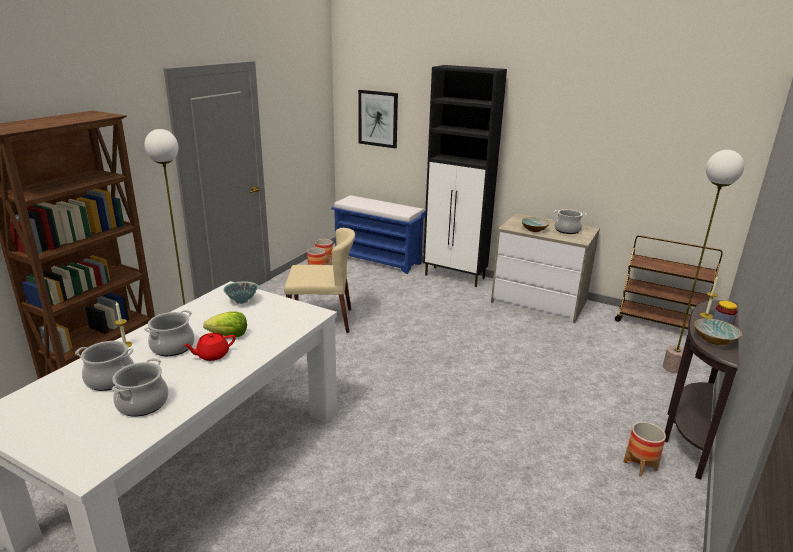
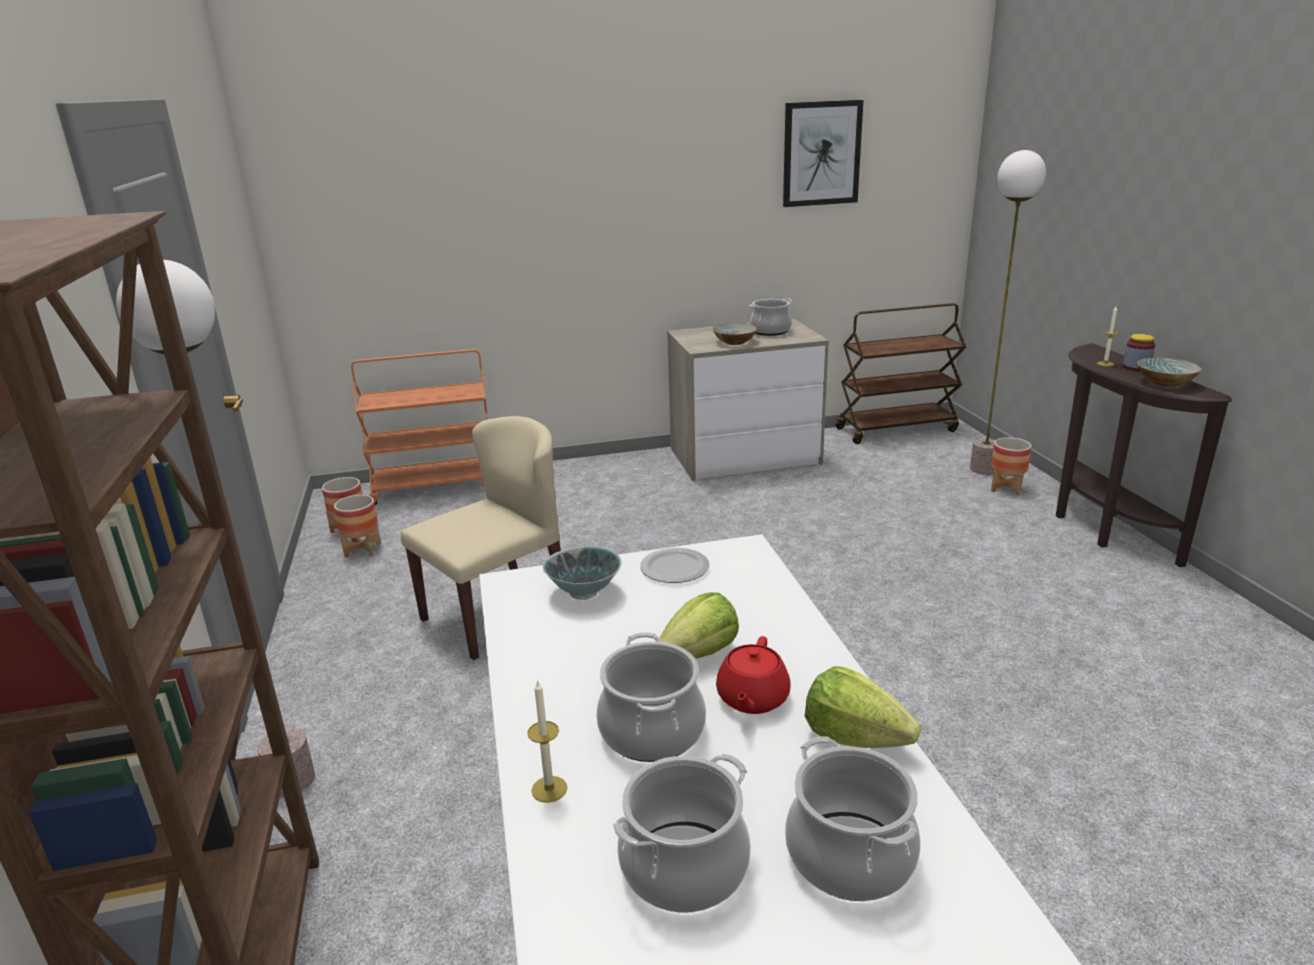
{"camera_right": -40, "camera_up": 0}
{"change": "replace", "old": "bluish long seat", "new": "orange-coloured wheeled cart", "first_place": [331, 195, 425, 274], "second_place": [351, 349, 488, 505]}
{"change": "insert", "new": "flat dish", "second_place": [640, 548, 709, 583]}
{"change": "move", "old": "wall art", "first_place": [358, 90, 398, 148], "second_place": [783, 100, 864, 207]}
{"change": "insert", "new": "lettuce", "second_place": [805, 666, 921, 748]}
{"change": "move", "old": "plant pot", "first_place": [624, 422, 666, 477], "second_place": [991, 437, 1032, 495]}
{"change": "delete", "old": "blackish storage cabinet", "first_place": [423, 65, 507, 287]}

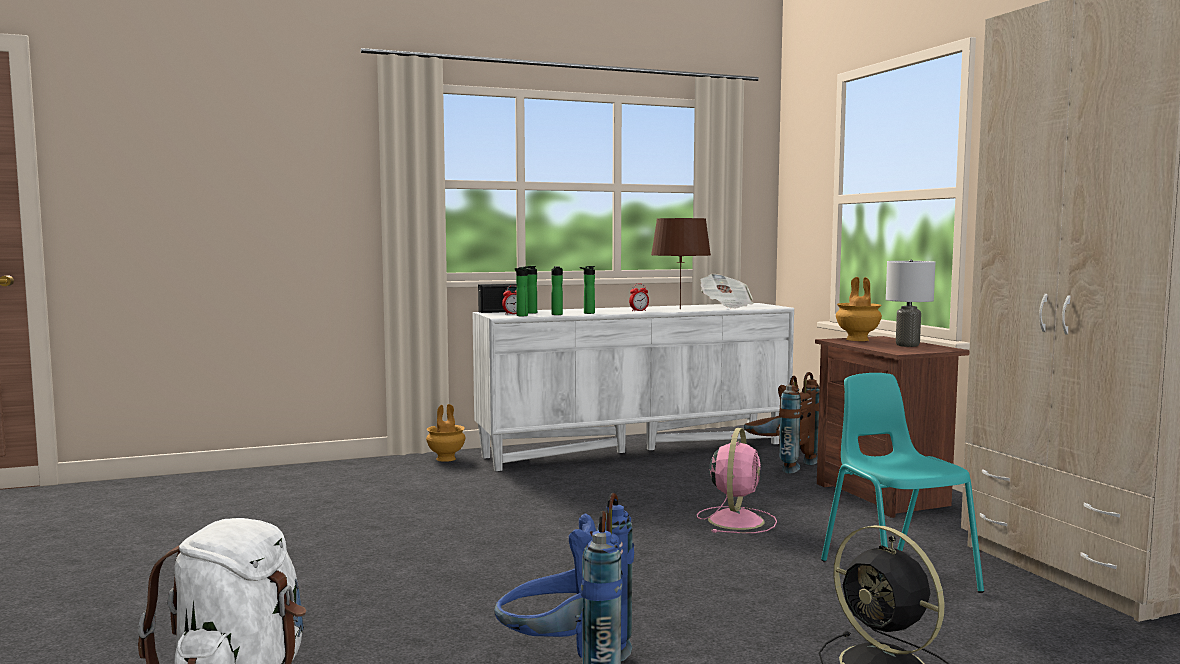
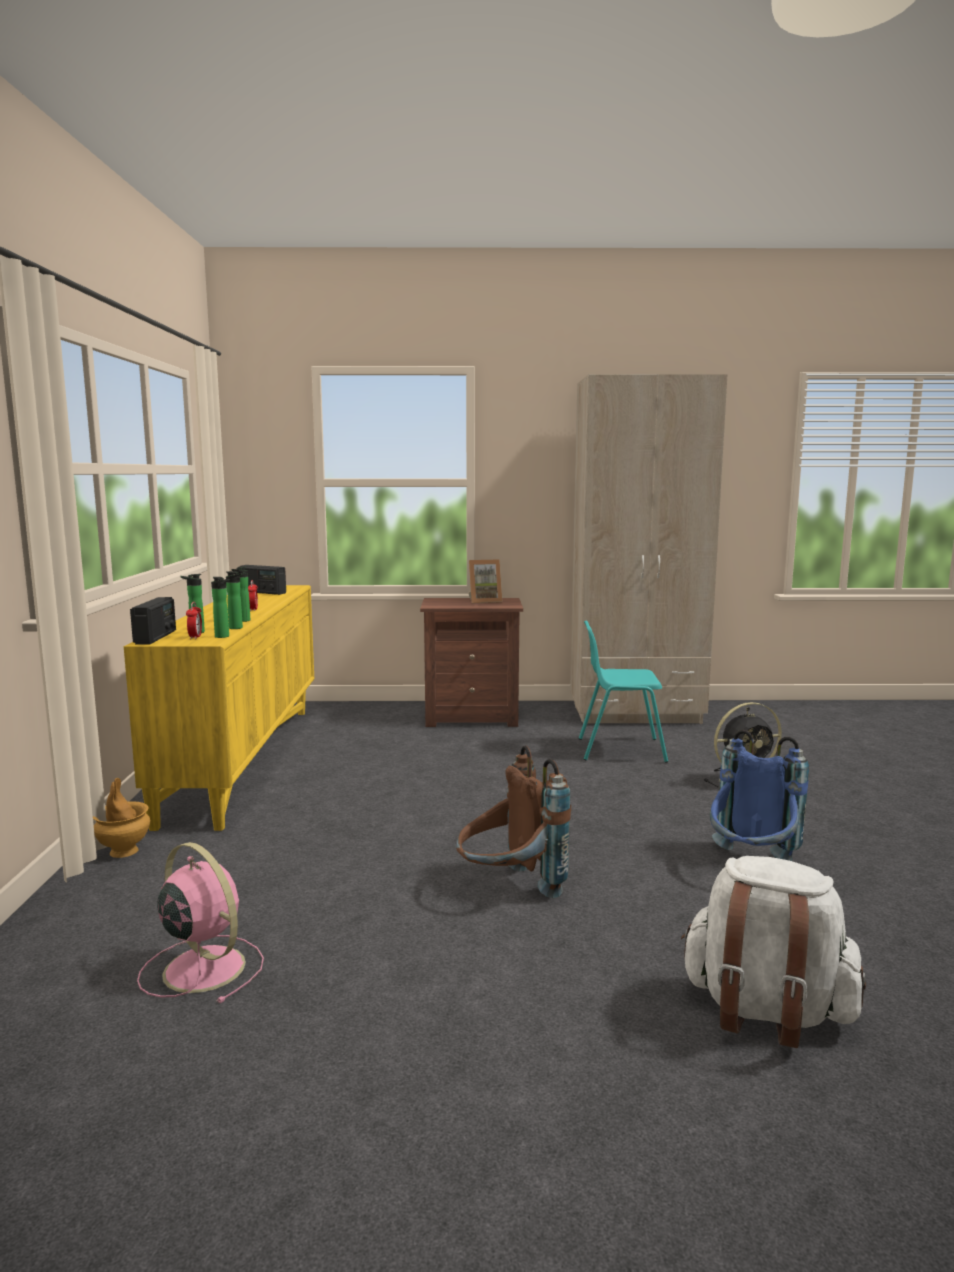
{"camera_right": -70, "camera_up": 5}
{"change": "recolor", "old": "whitish chest of drawers", "new": "yellow chest of drawers", "first_place": [473, 303, 794, 471], "second_place": [124, 585, 314, 831]}
{"change": "move", "old": "pink fan", "first_place": [697, 428, 777, 533], "second_place": [137, 842, 264, 1003]}
{"change": "replace", "old": "printed paper", "new": "radio receiver", "first_place": [701, 274, 754, 309], "second_place": [241, 565, 286, 595]}
{"change": "move", "old": "brown backpack", "first_place": [744, 372, 820, 474], "second_place": [456, 745, 571, 898]}
{"change": "replace", "old": "whitish table lamp", "new": "picture frame", "first_place": [886, 260, 935, 347], "second_place": [468, 559, 503, 603]}
{"change": "delete", "old": "brown table lamp", "first_place": [651, 218, 711, 309]}
{"change": "delete", "old": "brown vase", "first_place": [836, 277, 882, 341]}

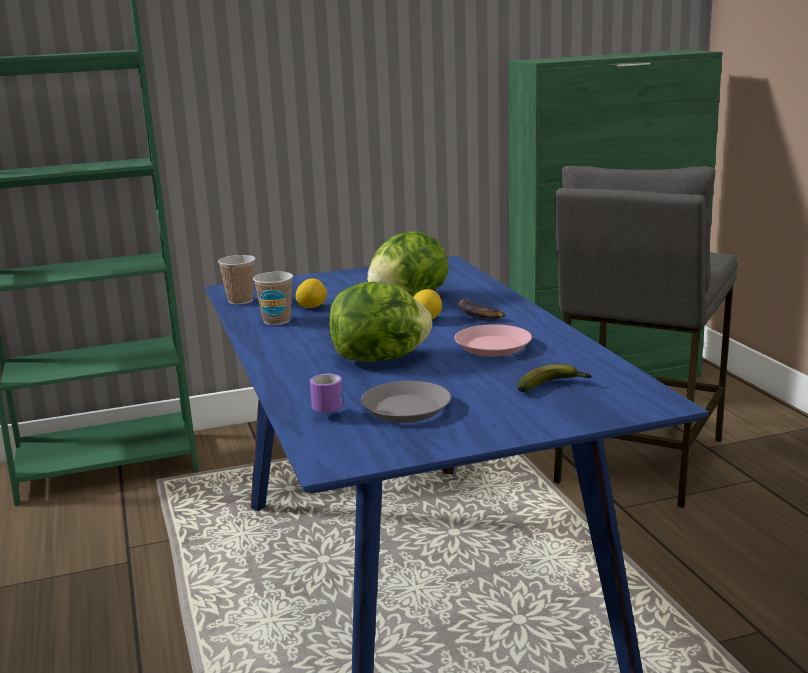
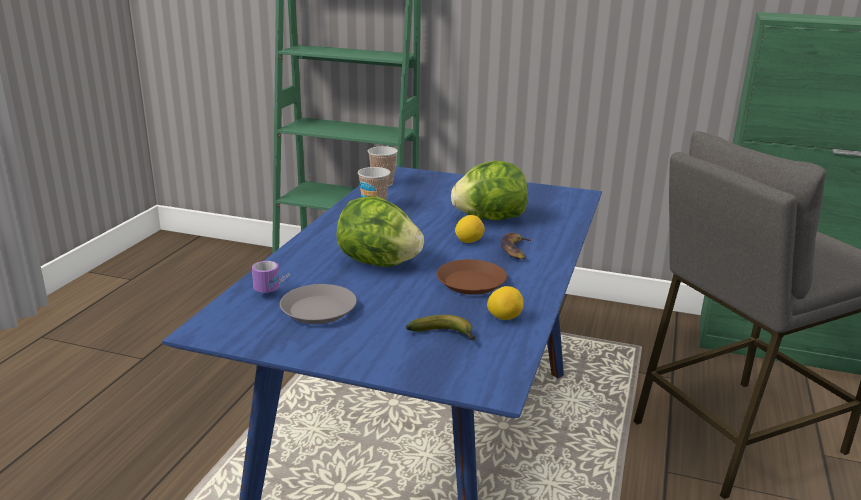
{"camera_right": 35, "camera_up": 5}
{"change": "recolor", "old": "pink flat dish", "new": "brown flat dish", "first_place": [454, 324, 532, 356], "second_place": [436, 259, 507, 295]}
{"change": "move", "old": "whole lemon", "first_place": [296, 278, 327, 308], "second_place": [487, 286, 524, 320]}

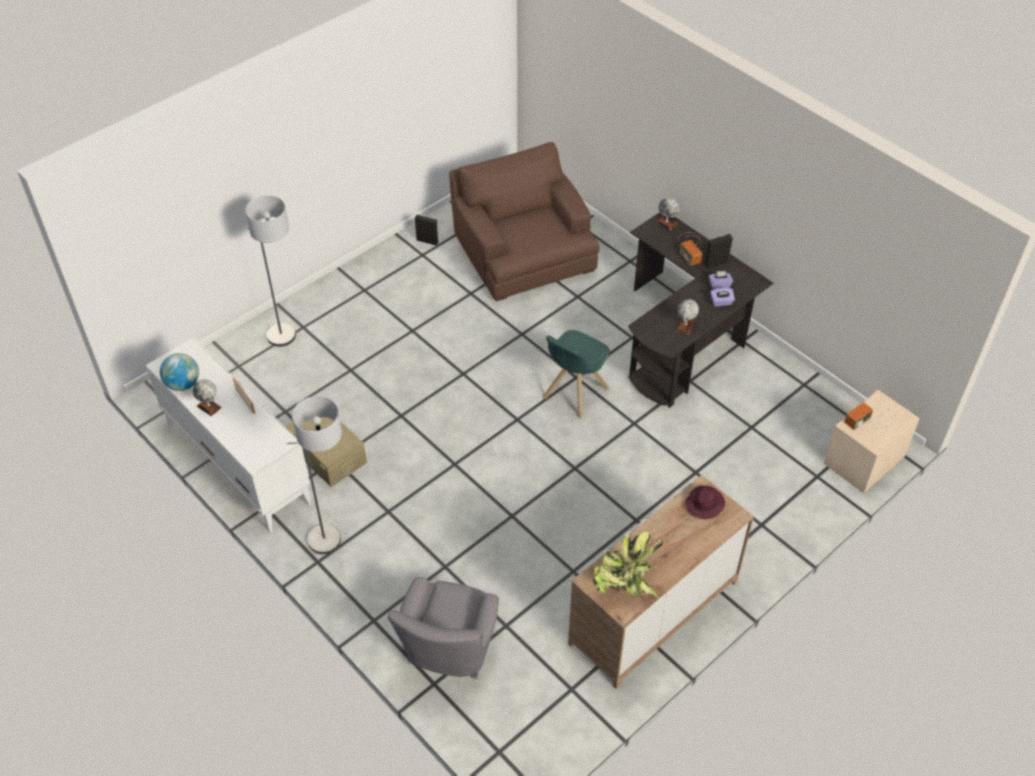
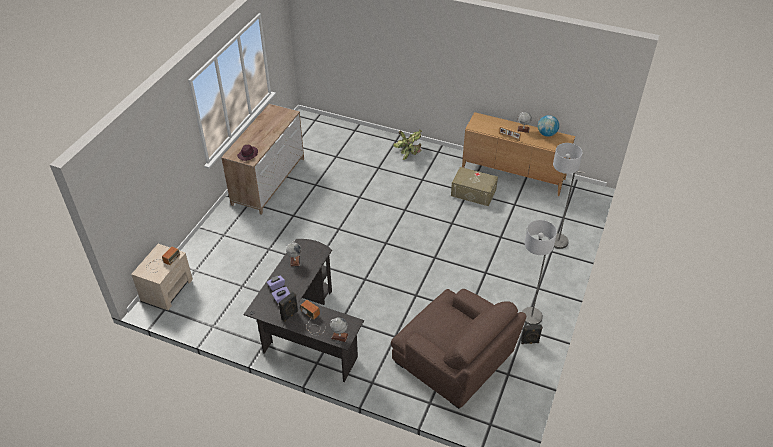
{"camera_right": 155, "camera_up": -5}
{"change": "move", "old": "plant in a pot", "first_place": [593, 531, 663, 598], "second_place": [393, 129, 422, 160]}
{"change": "recolor", "old": "whitish chest of drawers", "new": "brown chest of drawers", "first_place": [145, 338, 312, 533], "second_place": [462, 112, 575, 196]}
{"change": "move", "old": "grey standing lamp", "first_place": [287, 396, 342, 554], "second_place": [522, 220, 557, 325]}
{"change": "delete", "old": "grey lounge chair", "first_place": [388, 577, 499, 679]}
{"change": "delete", "old": "turquoise plain chair", "first_place": [543, 330, 610, 418]}

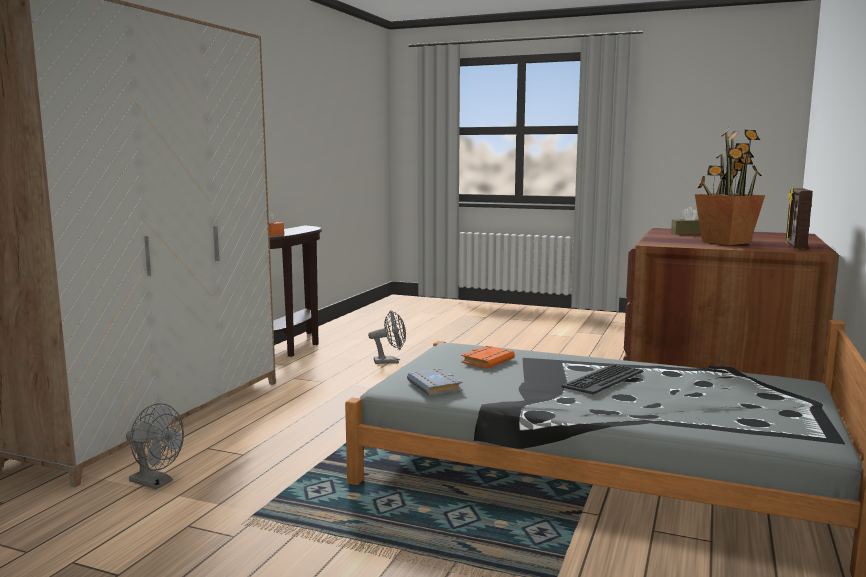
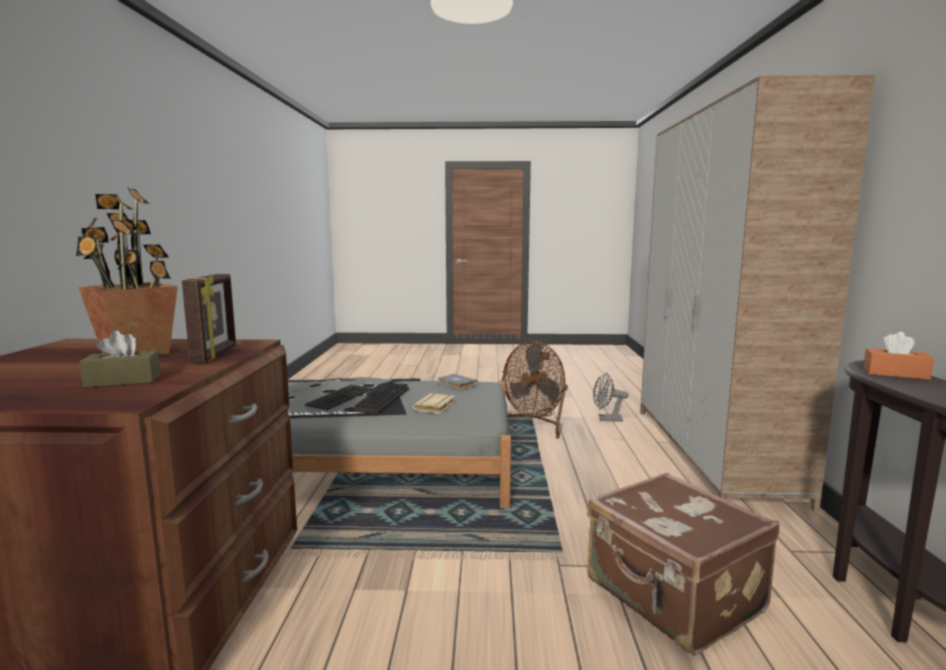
{"camera_right": 160, "camera_up": 0}
{"change": "move", "old": "picture frame", "first_place": [786, 186, 813, 249], "second_place": [182, 274, 236, 362]}
{"change": "insert", "new": "keyboard", "second_place": [353, 382, 409, 414]}
{"change": "recolor", "old": "orange-coloured book", "new": "beige book", "first_place": [461, 346, 515, 369], "second_place": [413, 393, 455, 414]}
{"change": "insert", "new": "brown fan", "second_place": [501, 341, 568, 439]}
{"change": "replace", "old": "grey fan", "new": "brown suitcase", "first_place": [368, 310, 406, 364], "second_place": [587, 473, 780, 655]}

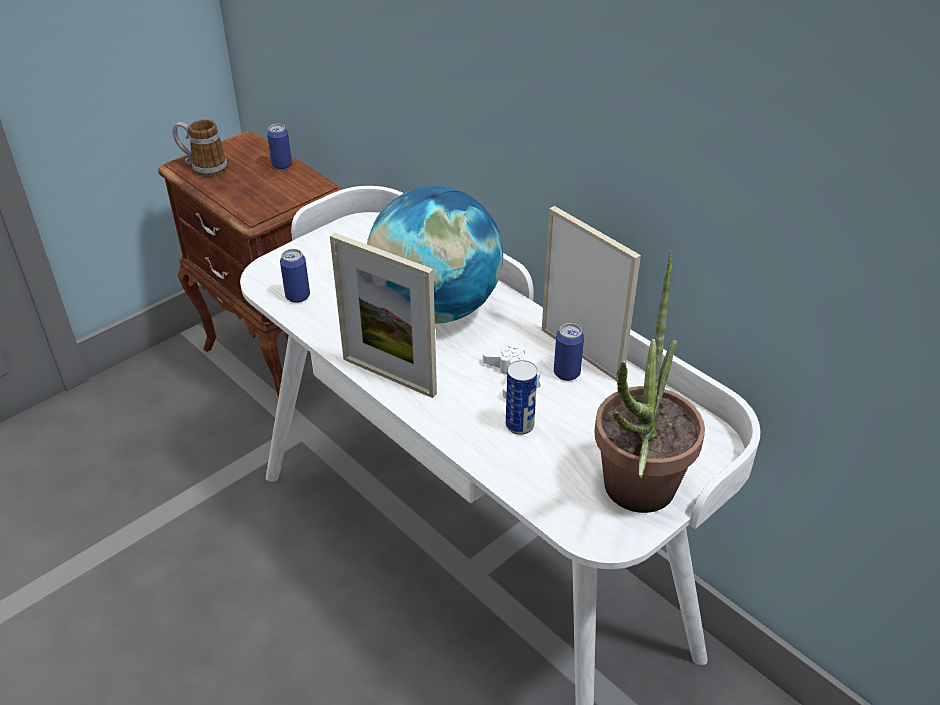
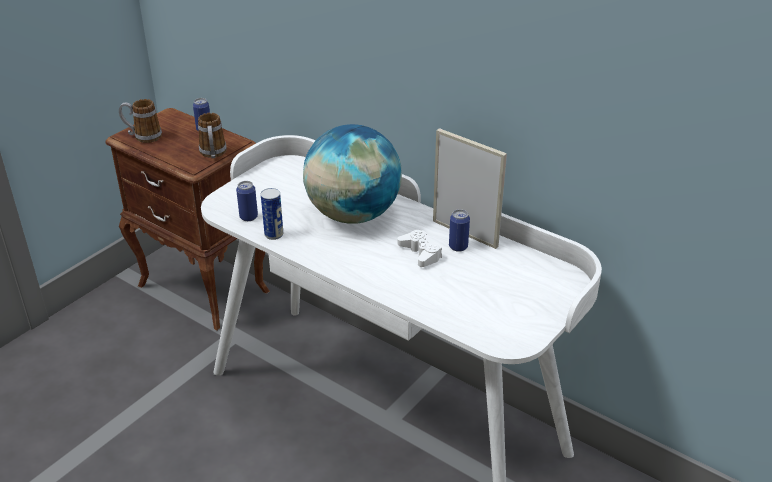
{"camera_right": -10, "camera_up": -5}
{"change": "insert", "new": "coffee mug", "second_place": [198, 113, 227, 158]}
{"change": "move", "old": "metal can", "first_place": [506, 360, 537, 435], "second_place": [261, 188, 283, 240]}
{"change": "delete", "old": "picture frame", "first_place": [330, 232, 437, 398]}
{"change": "delete", "old": "plant in a pot", "first_place": [594, 251, 705, 513]}

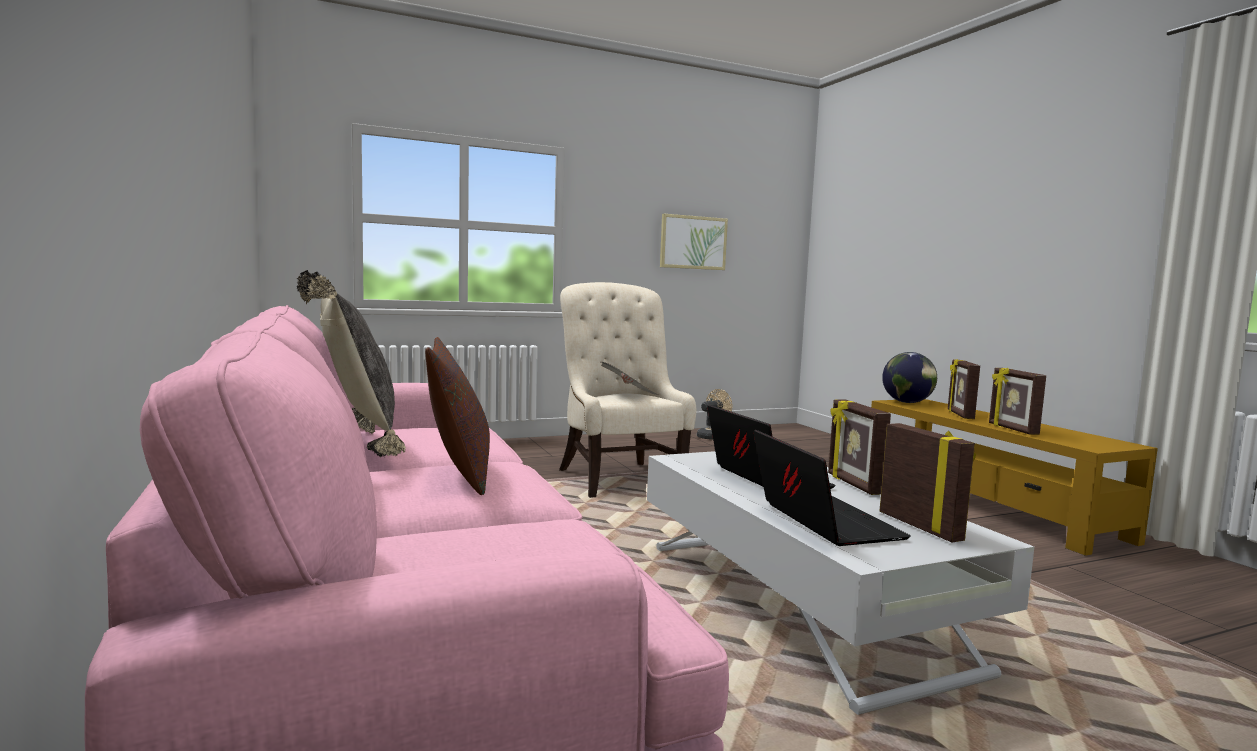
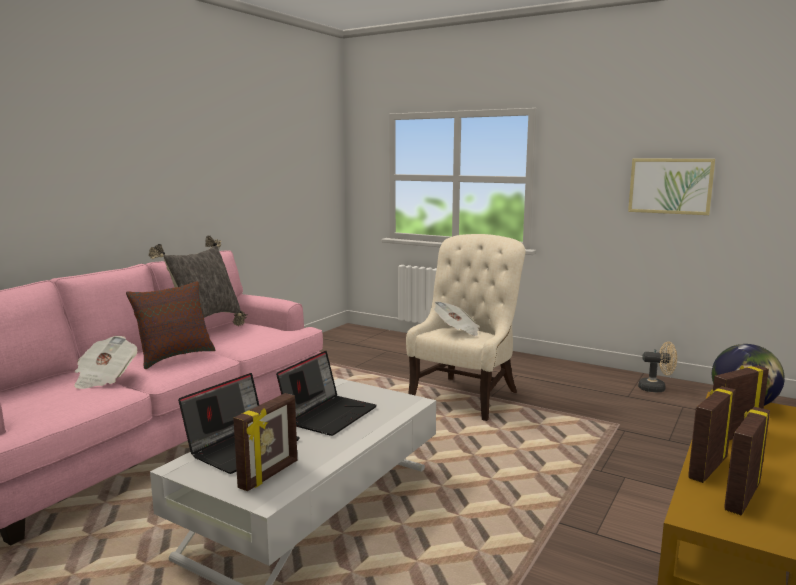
{"camera_right": 55, "camera_up": 5}
{"change": "insert", "new": "printed paper", "second_place": [74, 336, 138, 389]}
{"change": "move", "old": "picture frame", "first_place": [828, 400, 891, 495], "second_place": [724, 407, 770, 516]}

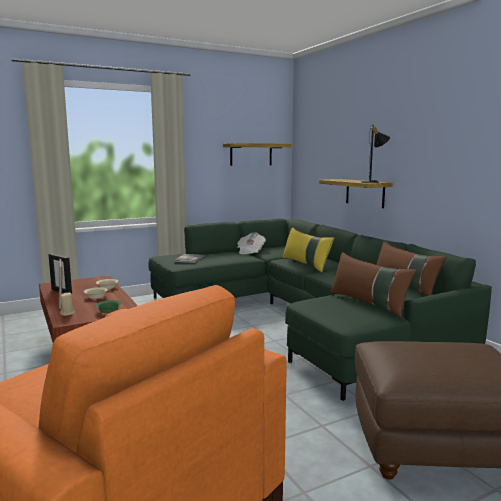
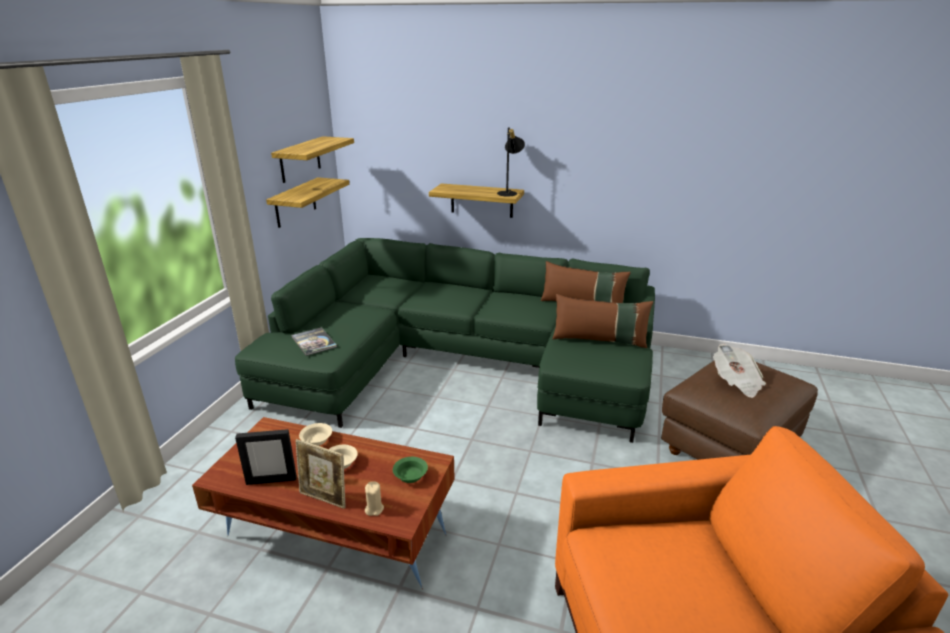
{"camera_right": -45, "camera_up": 15}
{"change": "insert", "new": "bracket shelf", "second_place": [266, 177, 349, 228]}
{"change": "move", "old": "printed paper", "first_place": [237, 232, 266, 254], "second_place": [713, 344, 766, 398]}
{"change": "delete", "old": "yellow throw pillow", "first_place": [282, 227, 334, 272]}

